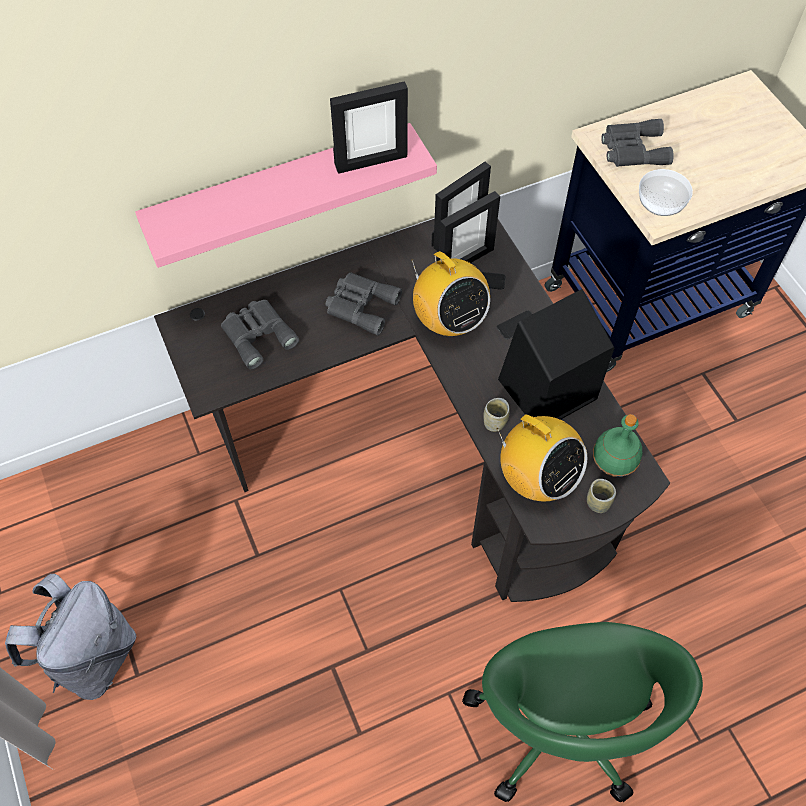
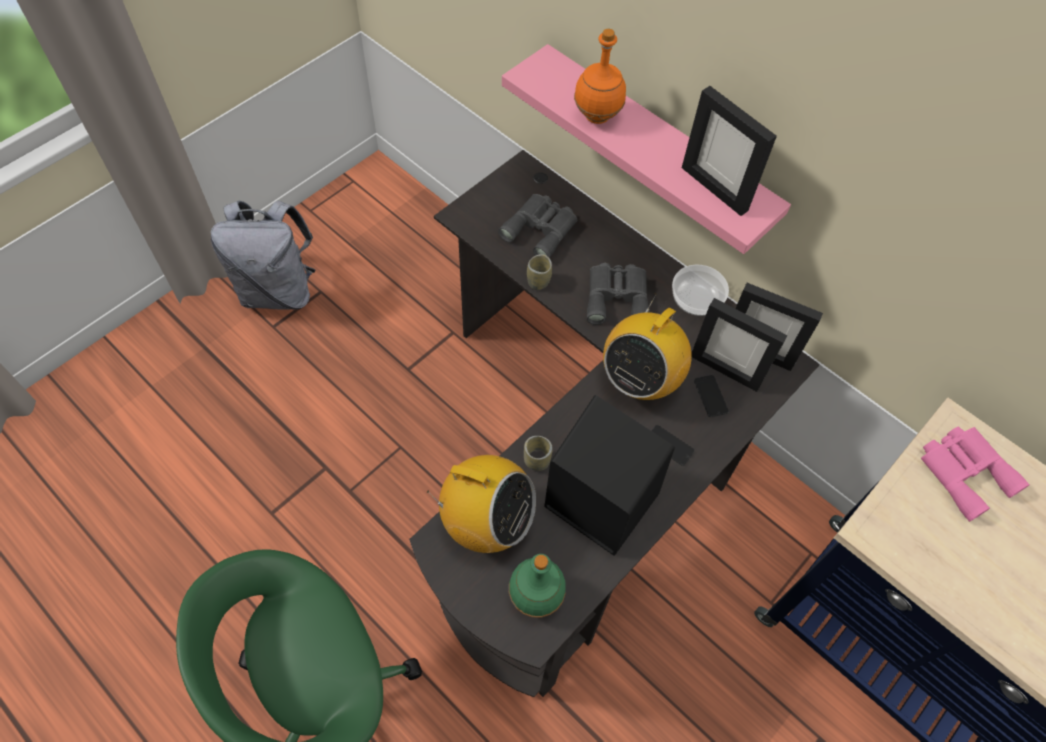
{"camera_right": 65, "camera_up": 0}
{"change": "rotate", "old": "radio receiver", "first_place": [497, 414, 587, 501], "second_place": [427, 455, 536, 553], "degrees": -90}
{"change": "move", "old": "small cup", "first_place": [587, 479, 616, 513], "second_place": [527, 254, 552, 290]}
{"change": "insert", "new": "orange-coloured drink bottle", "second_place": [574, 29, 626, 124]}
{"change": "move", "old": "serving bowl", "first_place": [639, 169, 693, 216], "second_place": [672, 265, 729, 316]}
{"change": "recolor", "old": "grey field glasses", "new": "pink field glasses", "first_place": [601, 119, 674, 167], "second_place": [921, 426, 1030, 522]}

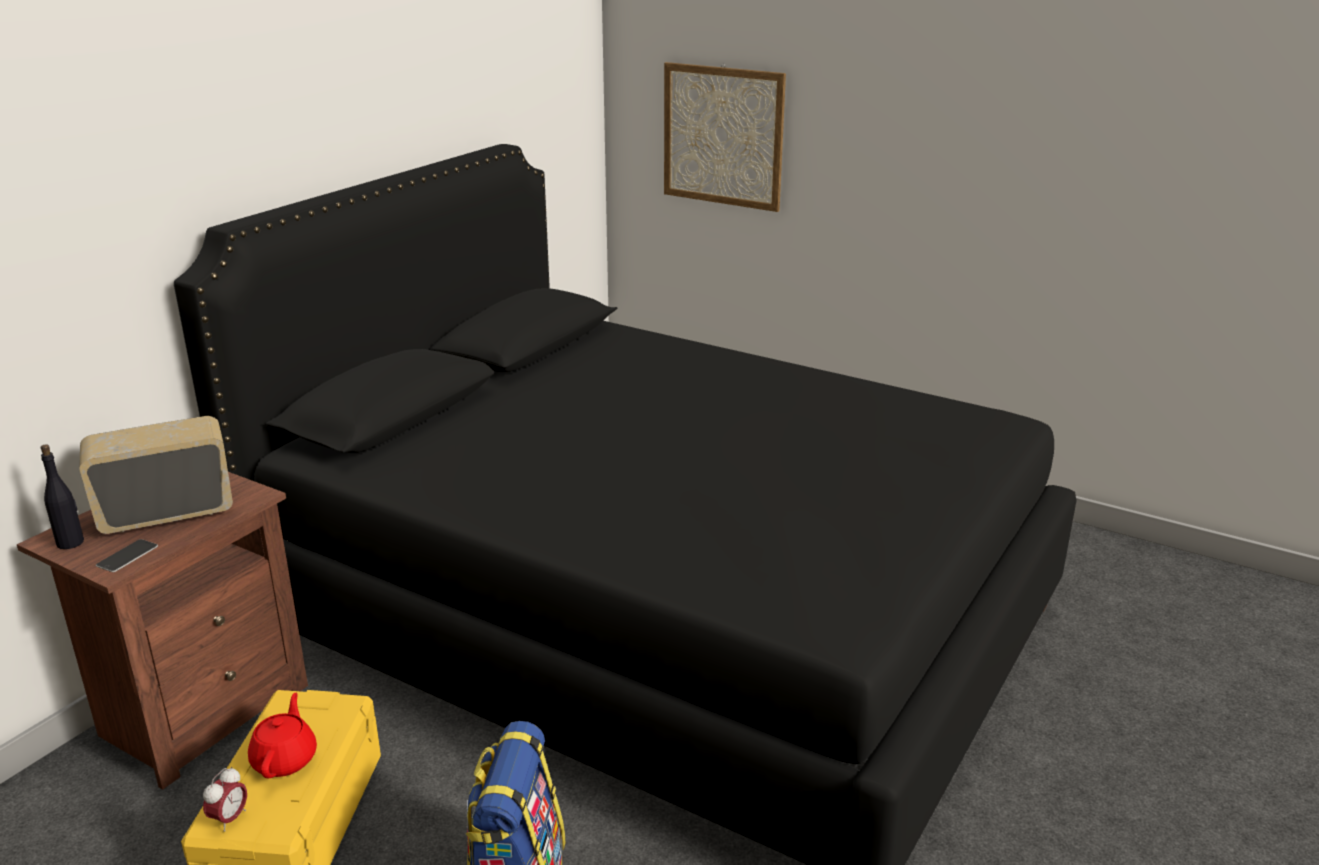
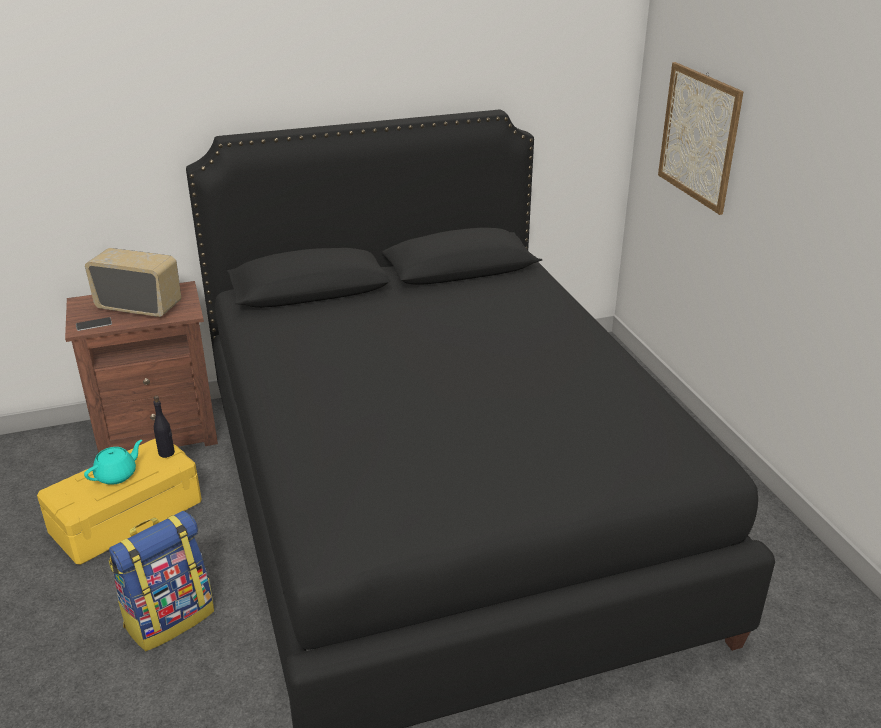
{"camera_right": 40, "camera_up": 5}
{"change": "recolor", "old": "reddish pot for tea", "new": "turquoise pot for tea", "first_place": [248, 693, 317, 778], "second_place": [84, 440, 142, 485]}
{"change": "move", "old": "blackish drink bottle", "first_place": [40, 444, 84, 549], "second_place": [153, 396, 175, 458]}
{"change": "delete", "old": "bedside clock", "first_place": [203, 767, 247, 832]}

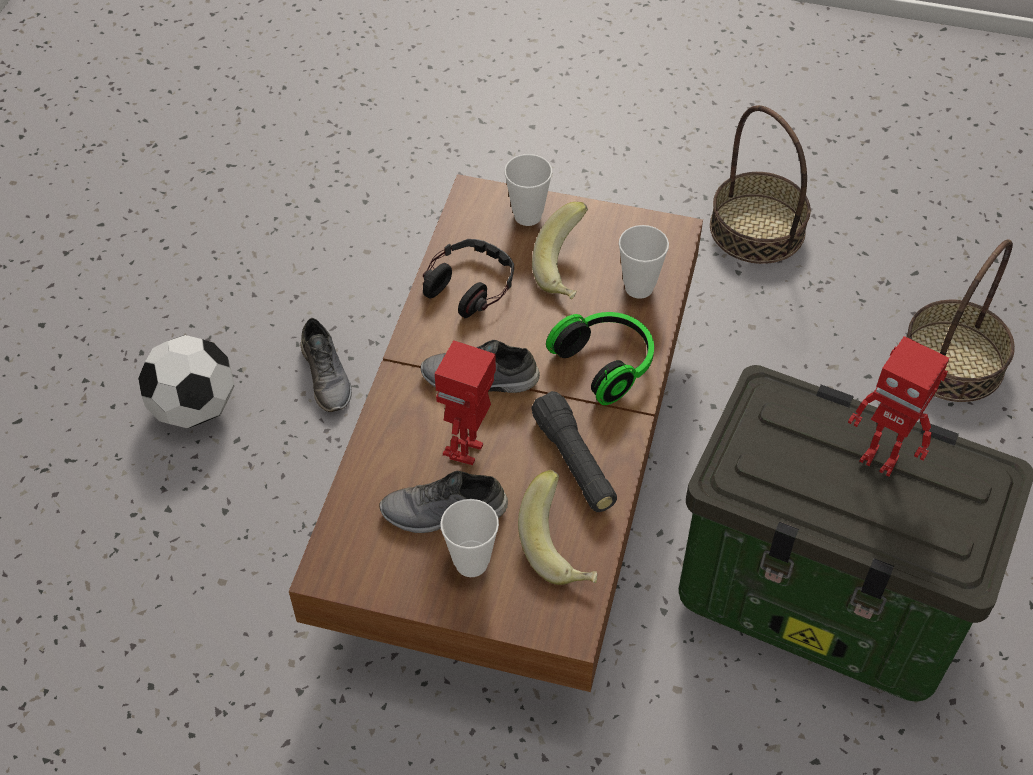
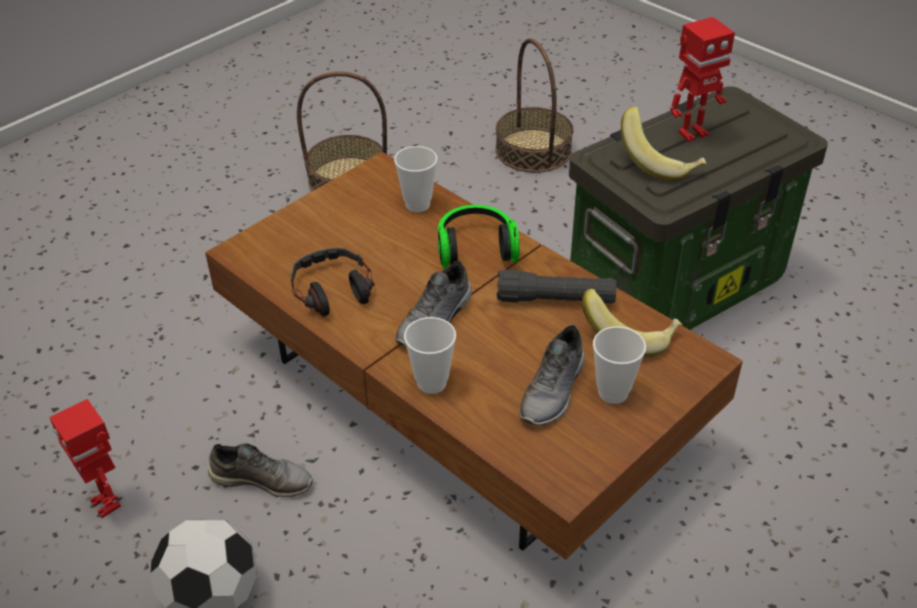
{"camera_right": -60, "camera_up": -10}
{"change": "move", "old": "model robot", "first_place": [435, 340, 496, 465], "second_place": [49, 399, 121, 518]}
{"change": "move", "old": "small cup", "first_place": [504, 154, 552, 226], "second_place": [404, 317, 456, 394]}
{"change": "move", "old": "whole banana", "first_place": [532, 202, 588, 299], "second_place": [621, 106, 707, 181]}

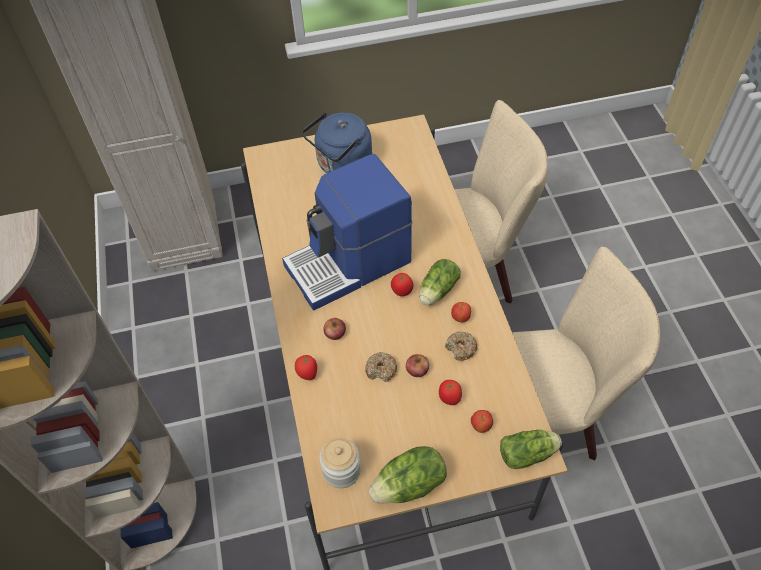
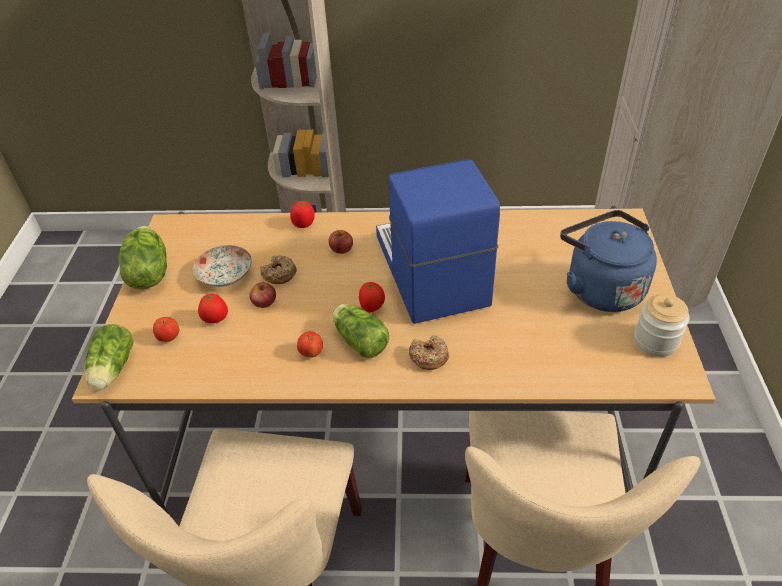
{"camera_right": 105, "camera_up": -10}
{"change": "insert", "new": "flat dish", "second_place": [193, 245, 252, 287]}
{"change": "move", "old": "doughnut", "first_place": [445, 331, 477, 361], "second_place": [409, 335, 449, 370]}
{"change": "move", "old": "preserve jar", "first_place": [319, 437, 361, 488], "second_place": [634, 294, 689, 357]}

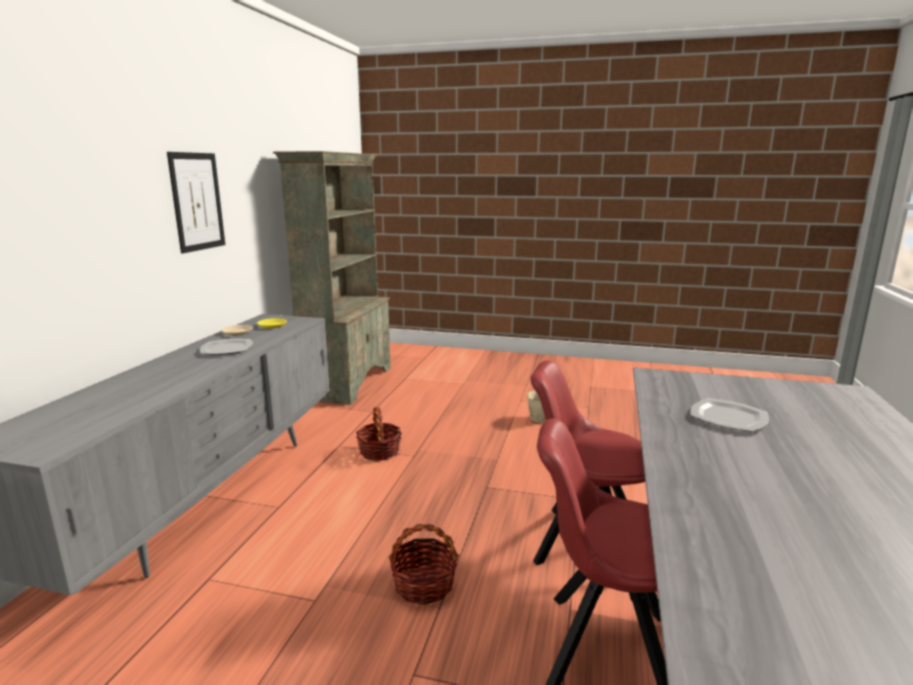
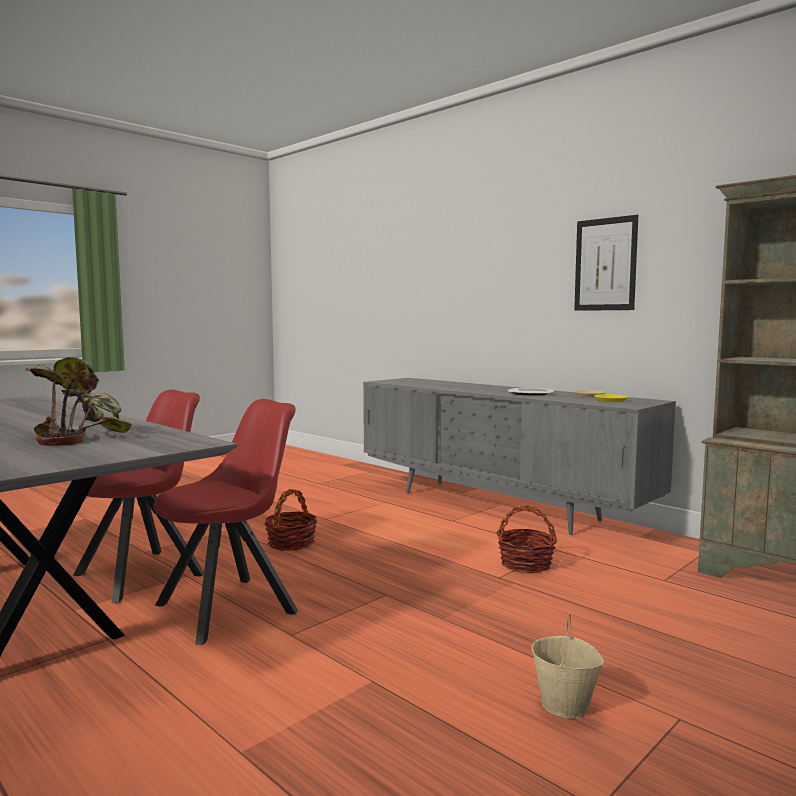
{"camera_right": 120, "camera_up": -10}
{"change": "replace", "old": "flat dish", "new": "plant in a pot", "first_place": [690, 398, 769, 432], "second_place": [25, 357, 132, 446]}

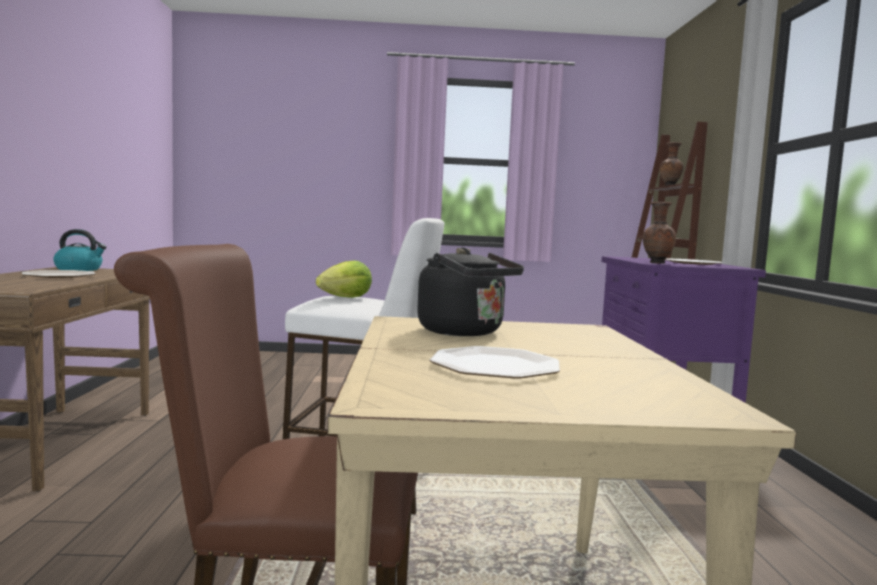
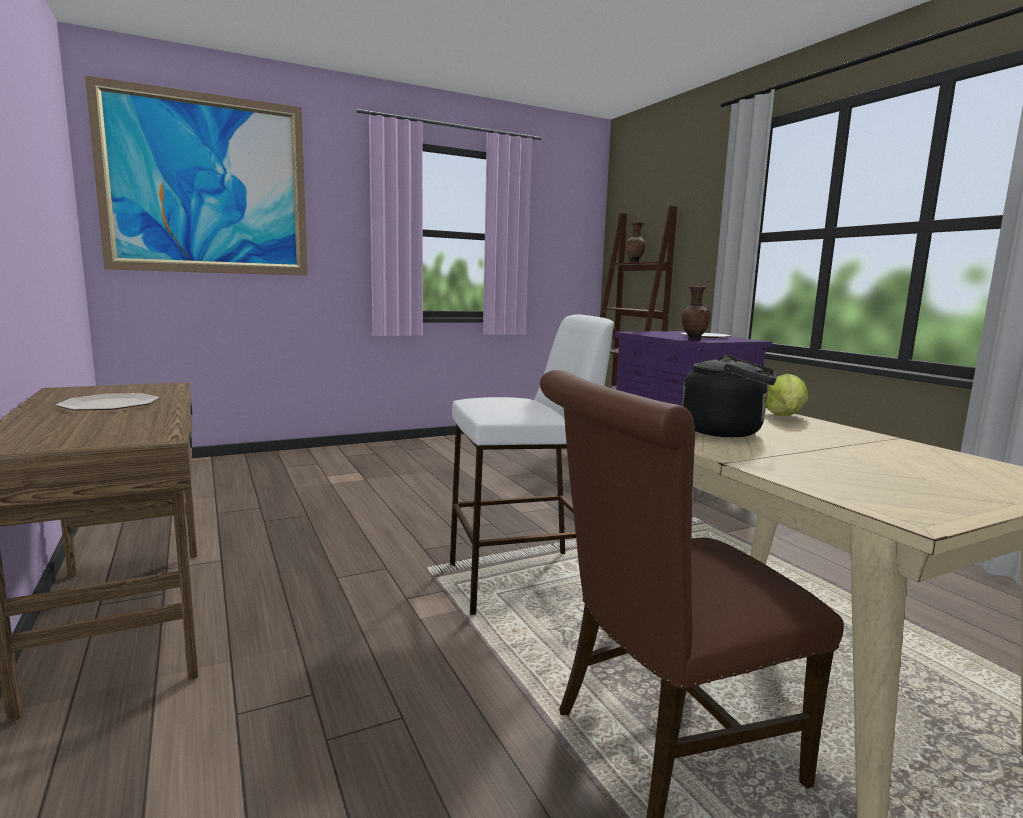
{"camera_right": -25, "camera_up": 5}
{"change": "insert", "new": "wall art", "second_place": [85, 75, 308, 276]}
{"change": "move", "old": "lettuce", "first_place": [316, 261, 372, 298], "second_place": [766, 374, 808, 416]}
{"change": "delete", "old": "water kettle", "first_place": [53, 229, 107, 271]}
{"change": "delete", "old": "flat dish", "first_place": [429, 346, 560, 379]}

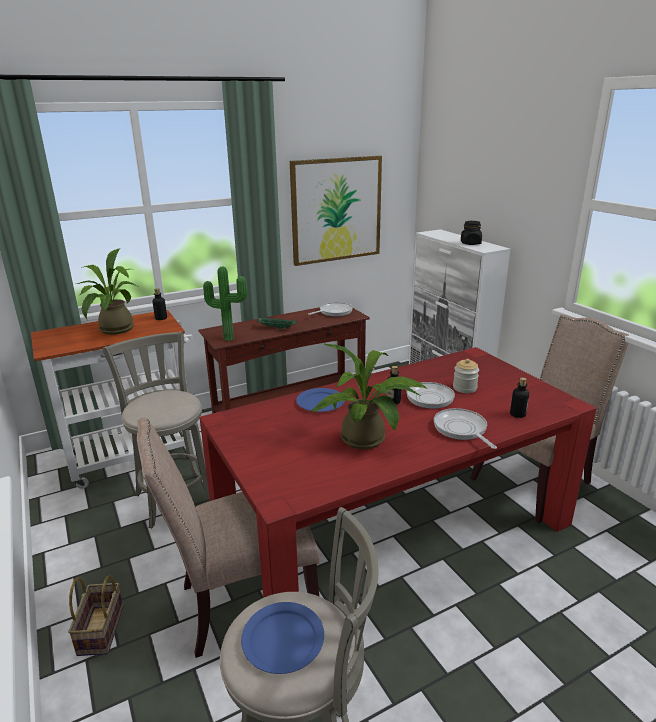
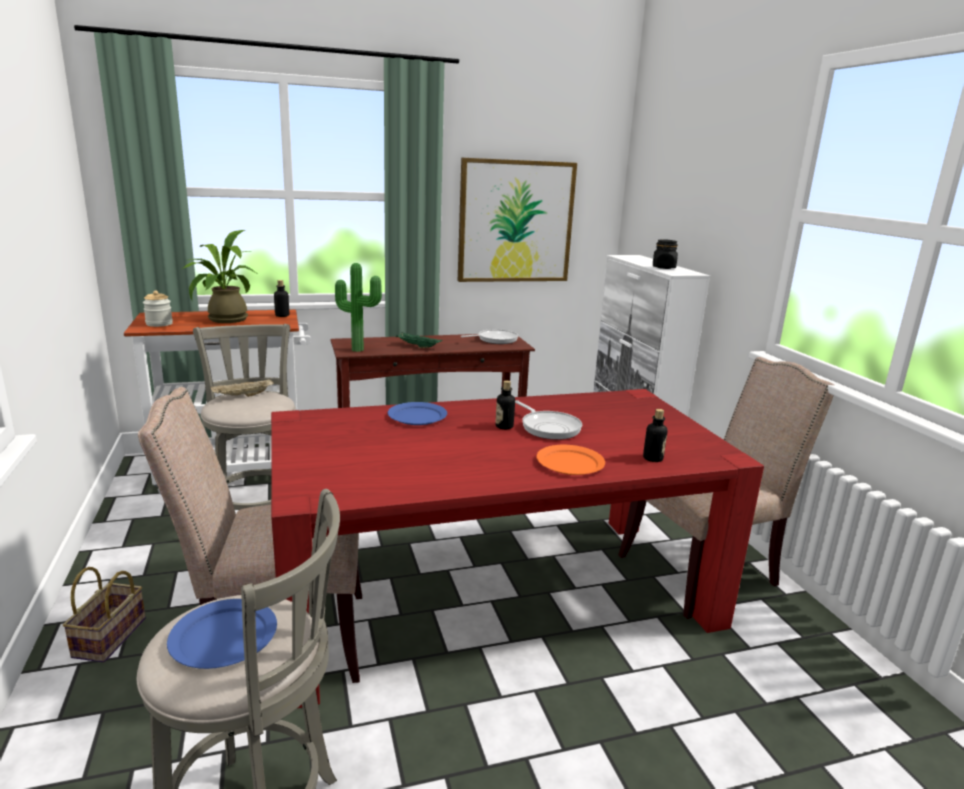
{"camera_right": 10, "camera_up": -5}
{"change": "move", "old": "preserve jar", "first_place": [453, 359, 479, 393], "second_place": [143, 290, 173, 327]}
{"change": "insert", "new": "beige tray", "second_place": [210, 378, 274, 397]}
{"change": "replace", "old": "skillet", "new": "orange-coloured flat dish", "first_place": [433, 408, 497, 449], "second_place": [536, 445, 605, 475]}
{"change": "delete", "old": "plant in a pot", "first_place": [311, 343, 427, 449]}

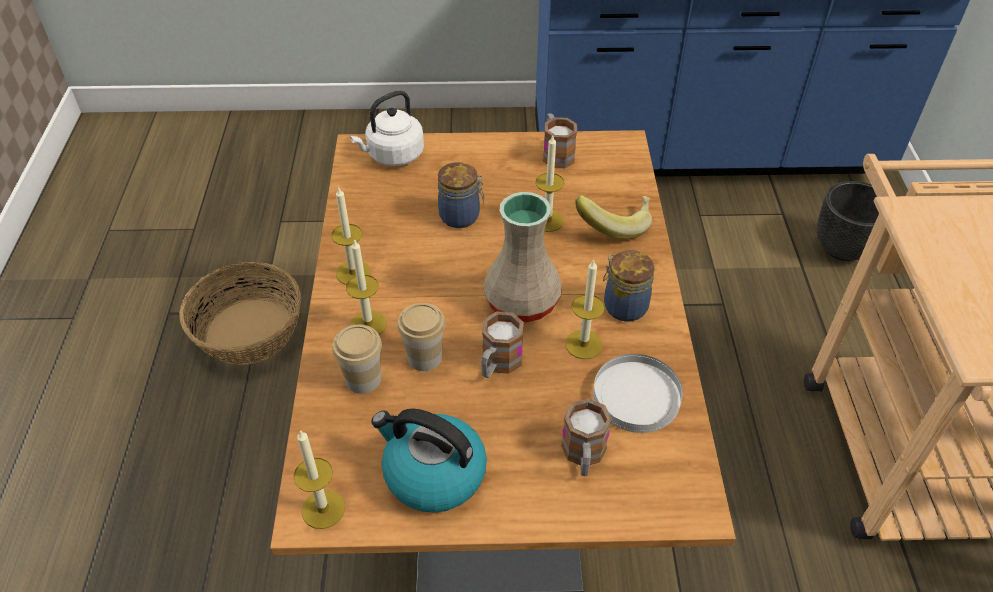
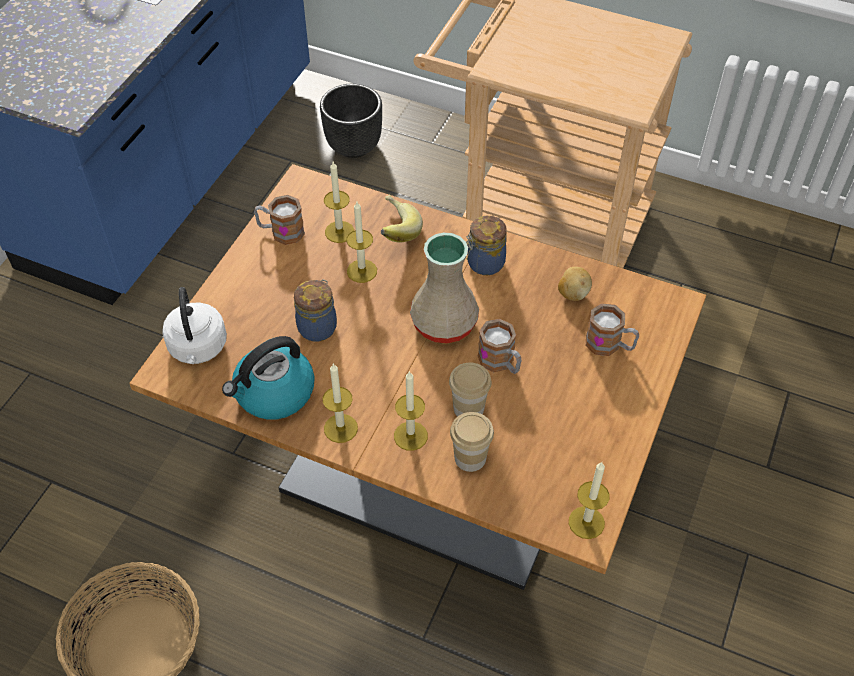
{"camera_right": -65, "camera_up": 5}
{"change": "move", "old": "water kettle", "first_place": [371, 409, 487, 513], "second_place": [222, 336, 315, 420]}
{"change": "move", "old": "candle", "first_place": [565, 259, 605, 359], "second_place": [324, 162, 354, 243]}
{"change": "replace", "old": "whitish flat dish", "new": "whole potato", "first_place": [593, 354, 683, 433], "second_place": [558, 267, 592, 301]}

